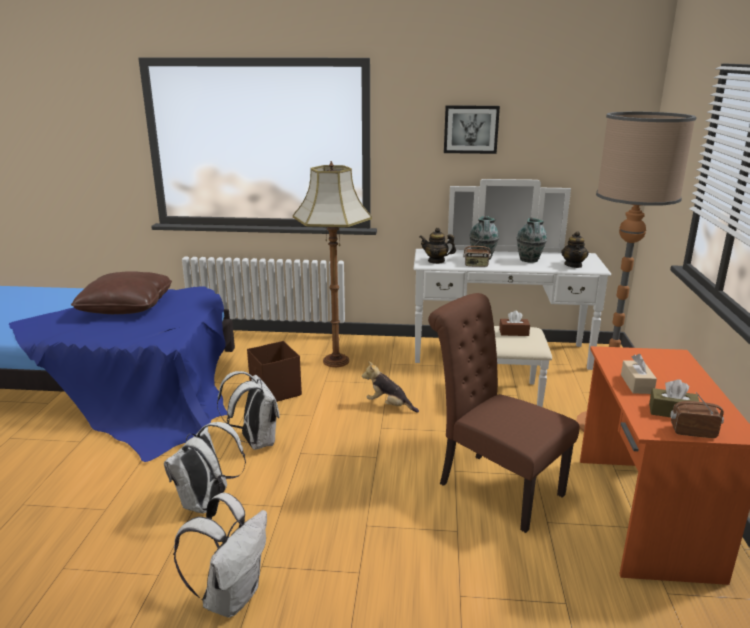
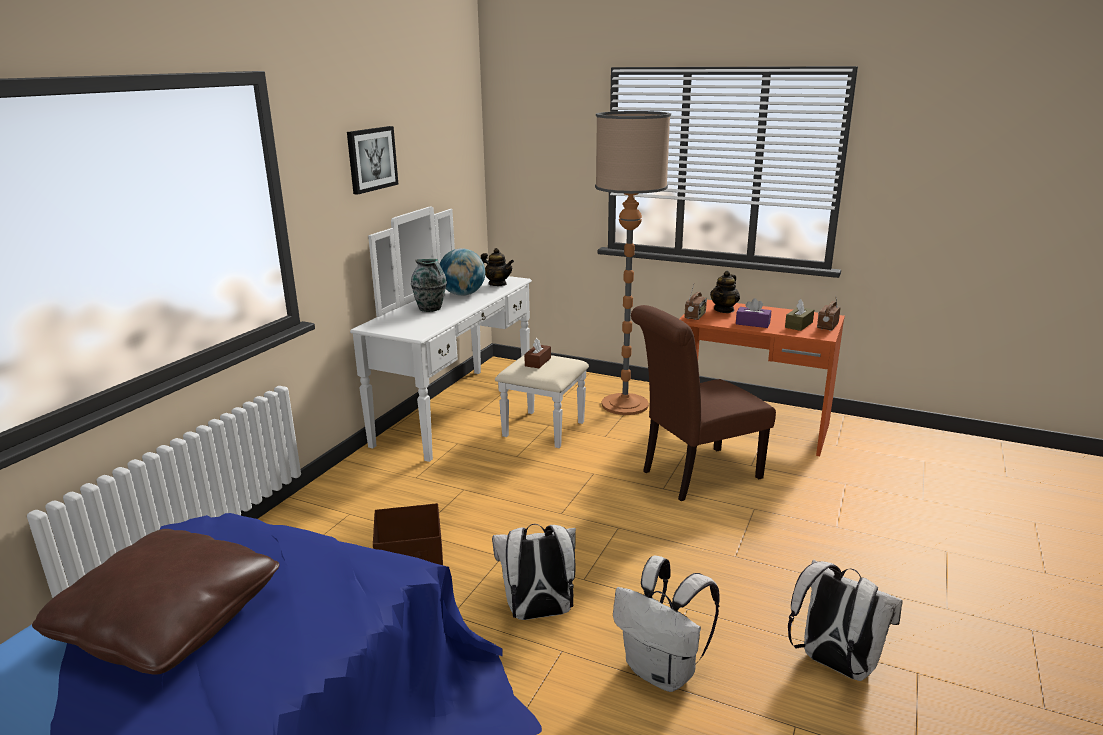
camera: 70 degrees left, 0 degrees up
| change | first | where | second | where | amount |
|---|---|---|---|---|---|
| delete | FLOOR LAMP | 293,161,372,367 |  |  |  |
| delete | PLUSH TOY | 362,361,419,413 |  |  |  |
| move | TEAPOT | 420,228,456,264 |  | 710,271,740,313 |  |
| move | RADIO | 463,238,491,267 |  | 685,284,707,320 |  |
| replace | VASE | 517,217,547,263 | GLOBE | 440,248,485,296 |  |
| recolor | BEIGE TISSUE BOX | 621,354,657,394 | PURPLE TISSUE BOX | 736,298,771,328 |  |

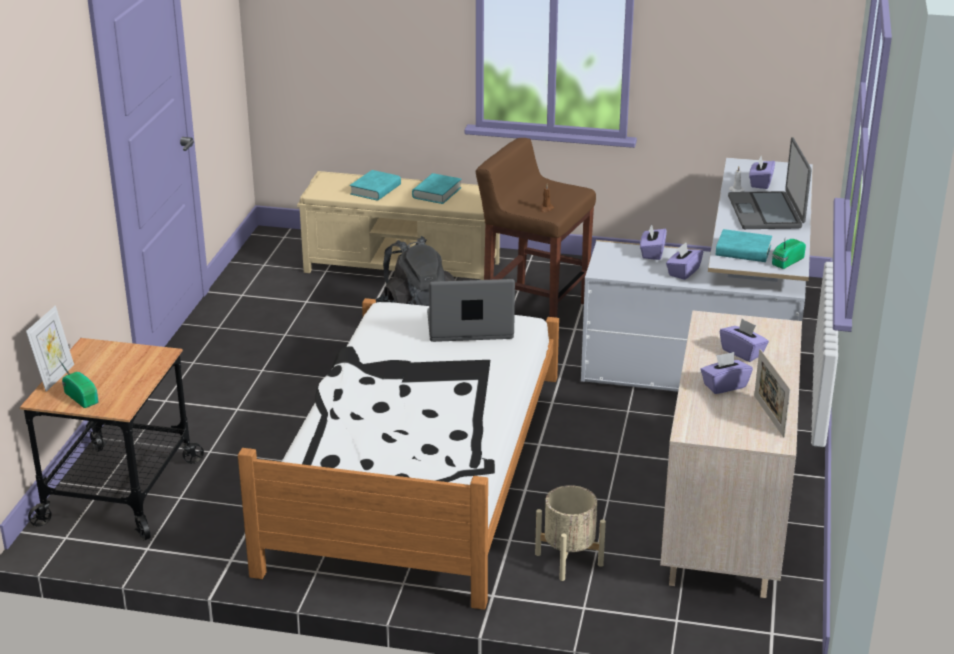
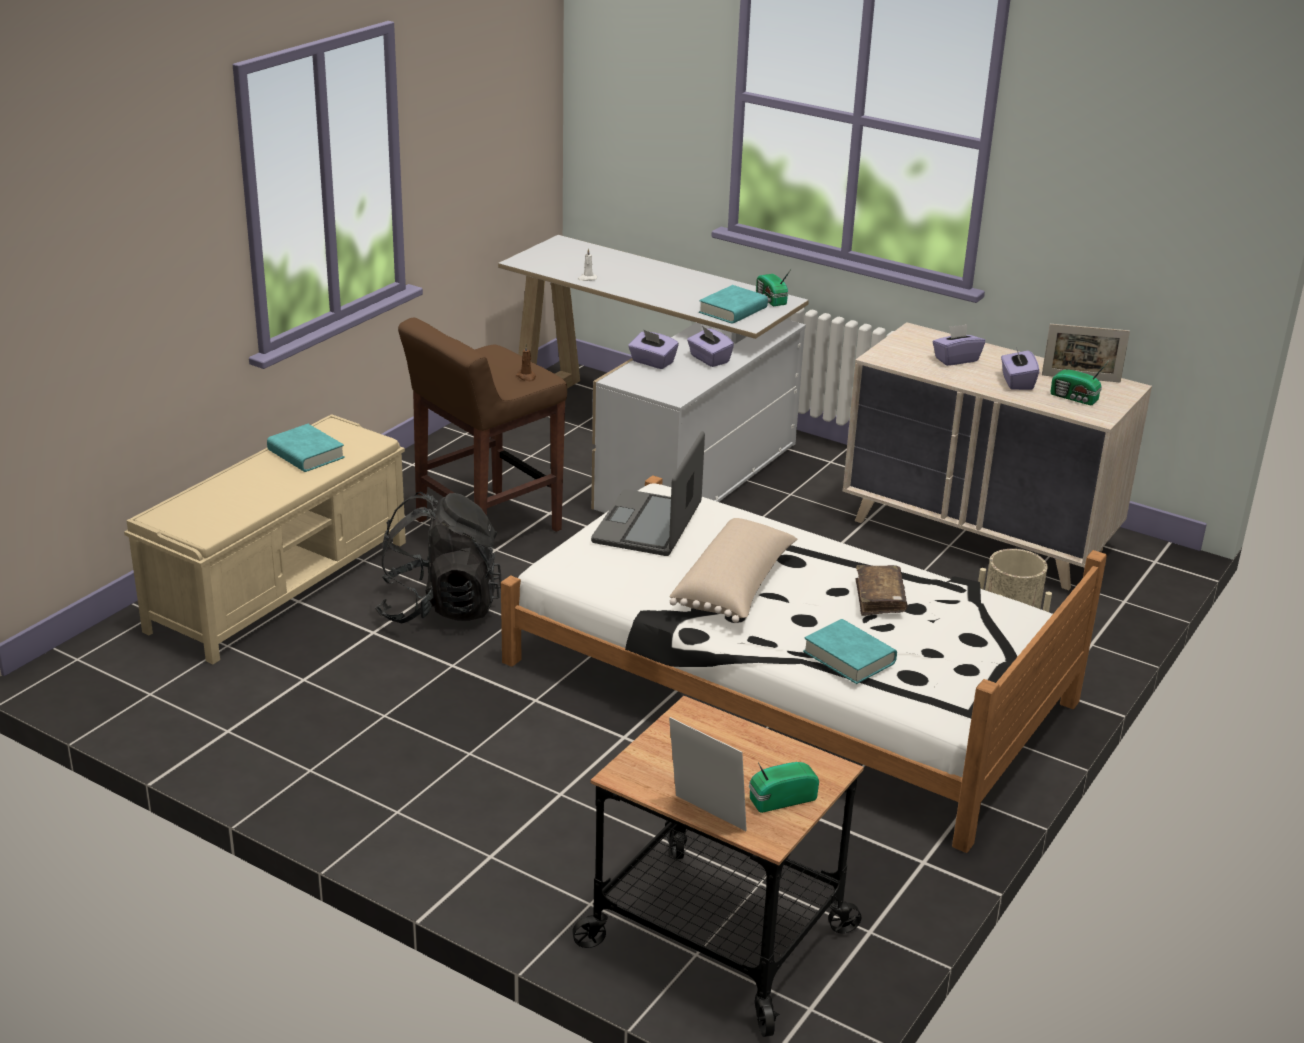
camera: 70 degrees left, 0 degrees up
| change | first | where | second | where | amount |
|---|---|---|---|---|---|
| move | TURQUOISE BOOK | 350,170,401,201 |  | 803,619,897,684 |  |
| delete | LAPTOP | 728,137,812,229 |  |  |  |
| delete | PURPLE TISSUE BOX | 749,156,775,189 |  |  |  |
| insert |  |  | BEIGE PILLOW | 669,518,797,623 |  |
| insert |  |  | BROWN BOOK | 856,565,907,616 |  |
| insert |  |  | RADIO | 1051,361,1109,405 |  |

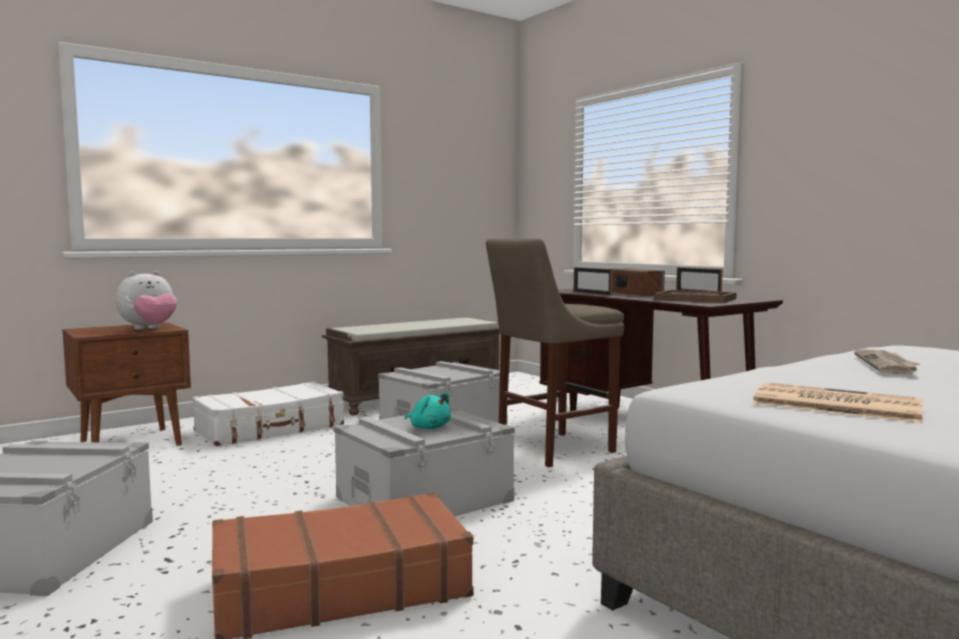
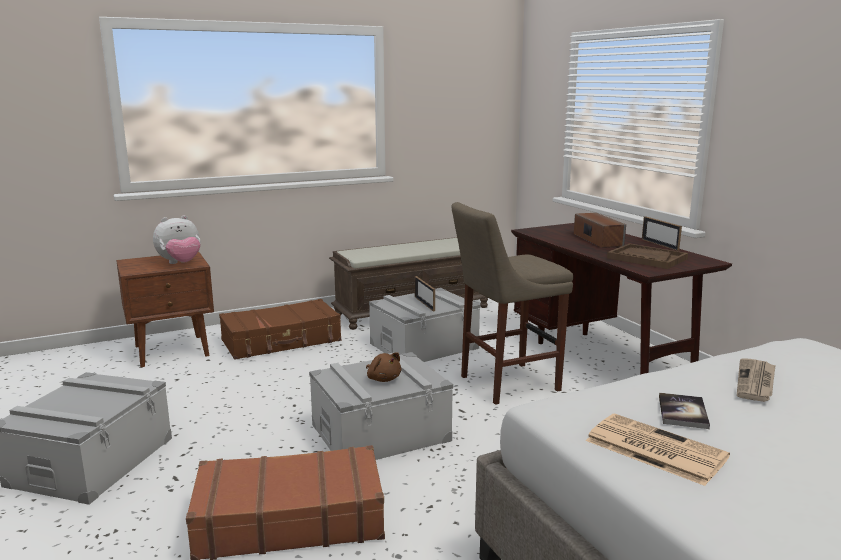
camera: 10 degrees right, 10 degrees up
| change | first | where | second | where | amount |
|---|---|---|---|---|---|
| recolor | WHITE SUITCASE | 192,381,344,446 | BROWN SUITCASE | 219,299,341,360 |  |
| recolor | TURQUOISE PLUSH TOY | 405,392,451,429 | BROWN PLUSH TOY | 366,352,401,382 |  |
| move | PICTURE FRAME | 574,267,613,296 |  | 415,276,435,312 |  |
| insert |  |  | BOOK | 659,393,710,429 |  |

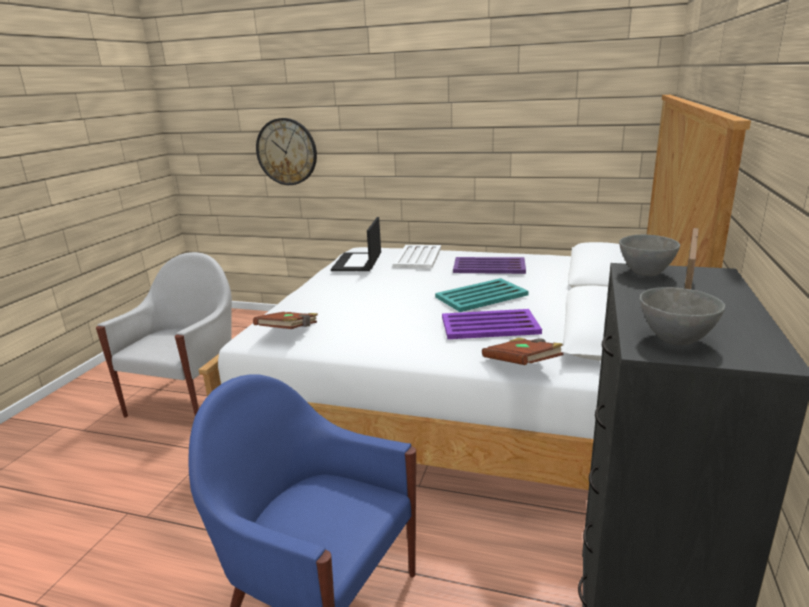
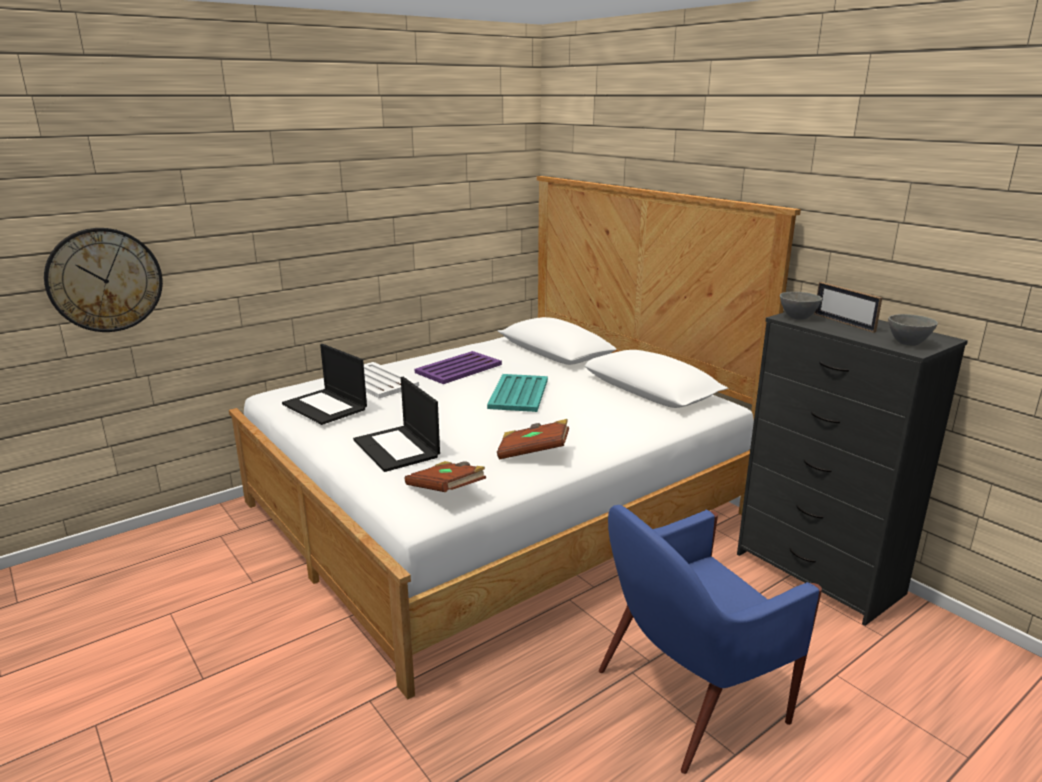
camera: 55 degrees left, 0 degrees up
| change | first | where | second | where | amount |
|---|---|---|---|---|---|
| delete | WHITE ARMCHAIR | 96,252,232,418 |  |  |  |
| delete | PURPLE TRAY | 442,309,542,339 |  |  |  |
| move | BROWN BOOK | 482,338,564,365 |  | 497,419,569,460 |  |
| insert |  |  | LAPTOP | 353,377,440,472 |  |

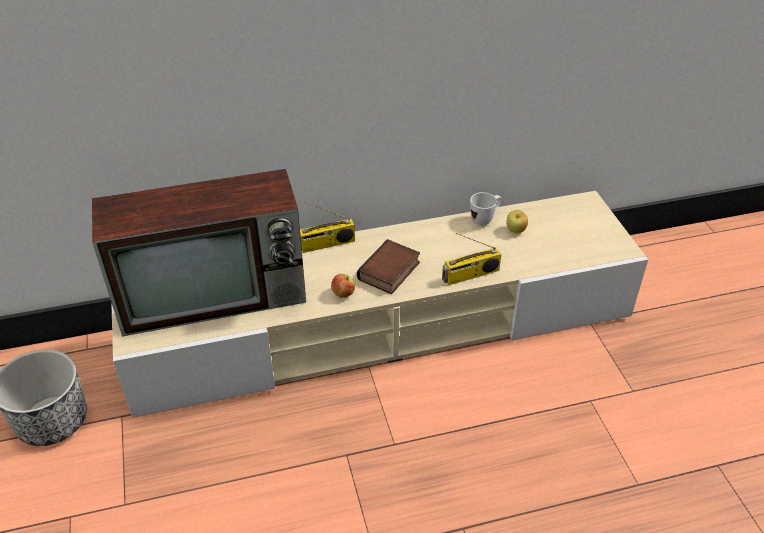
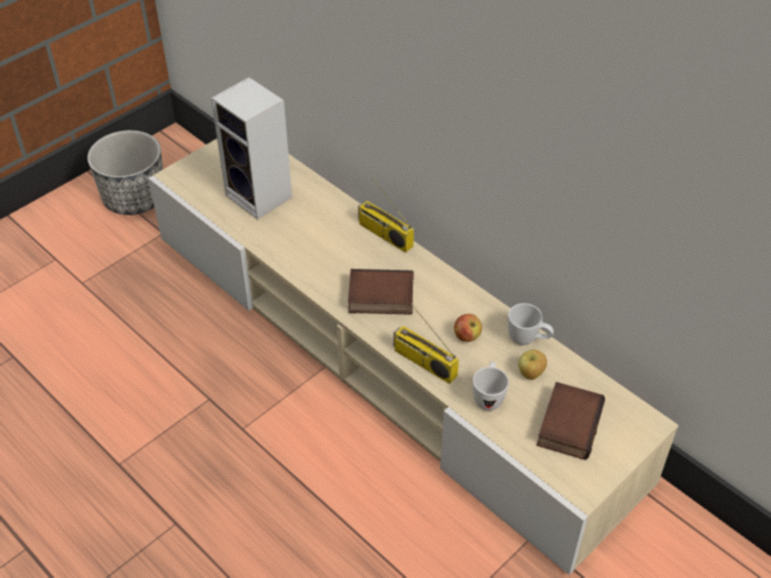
camera: 60 degrees right, 5 degrees up
| change | first | where | second | where | amount |
|---|---|---|---|---|---|
| replace | TELEVISION | 92,169,306,336 | SPEAKER | 211,77,292,220 |  |
| move | APPLE | 331,274,355,298 |  | 454,314,482,342 |  |
| insert |  |  | WHITE MUG | 473,362,509,411 |  |
| insert |  |  | BOOK | 537,382,605,460 |  |

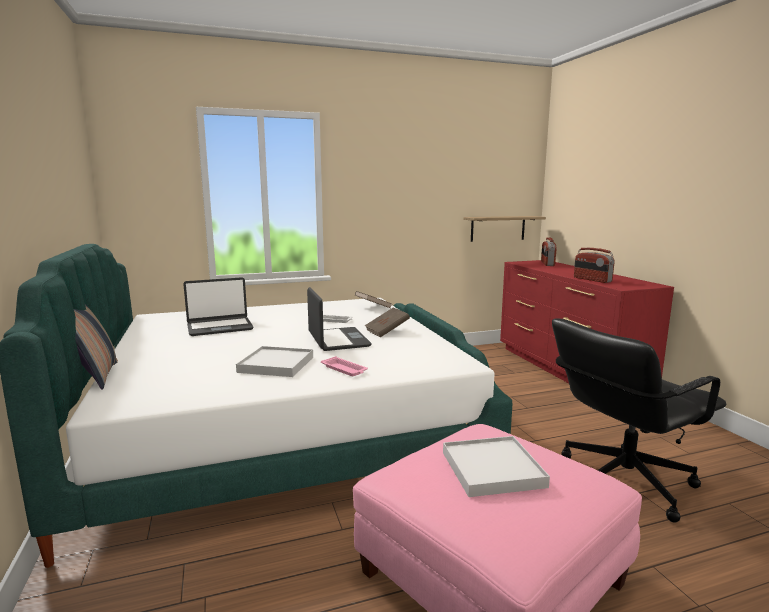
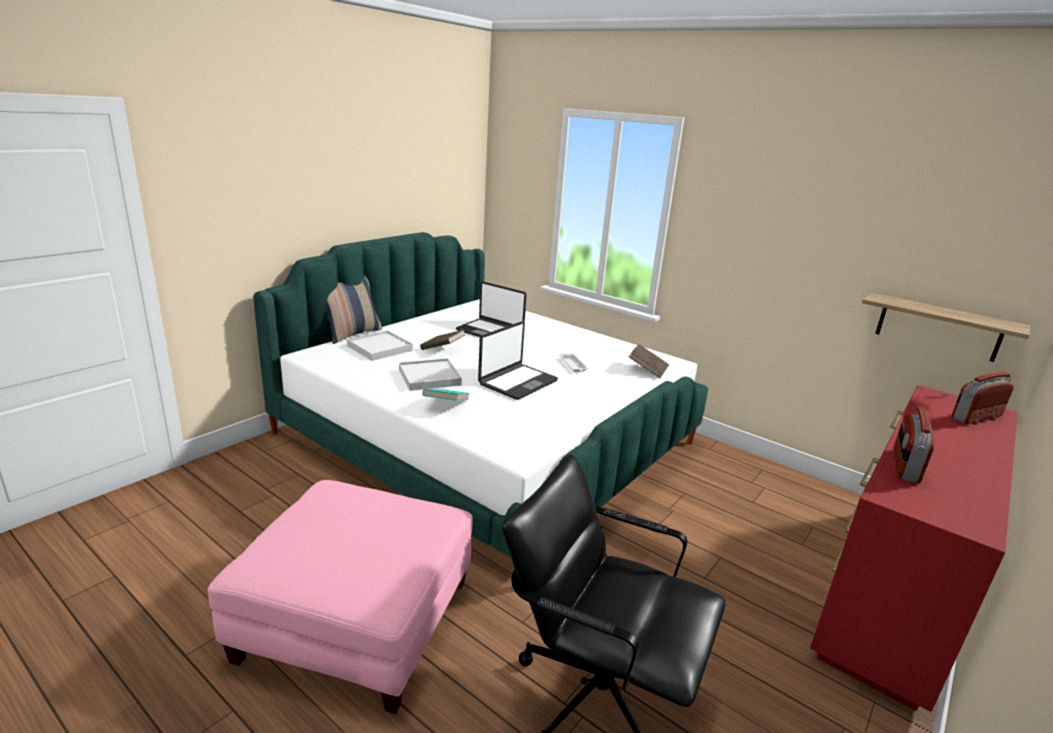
camera: 55 degrees right, 10 degrees up
| change | first | where | second | where | amount |
|---|---|---|---|---|---|
| replace | PINK TRAY | 321,356,368,376 | TURQUOISE BOOK | 422,389,470,401 |  |
| move | BROWN BOOK | 365,308,410,338 |  | 420,330,465,350 |  |
| move | WHITE TRAY | 443,436,550,497 |  | 347,330,413,361 |  |

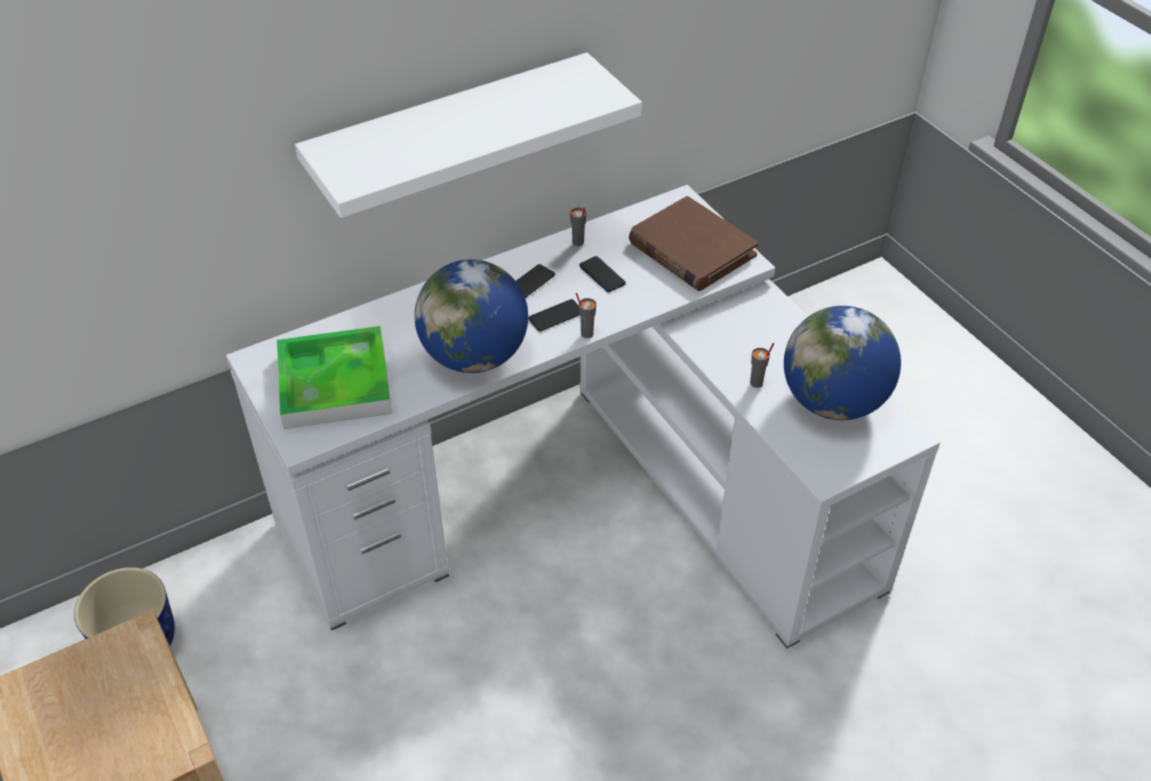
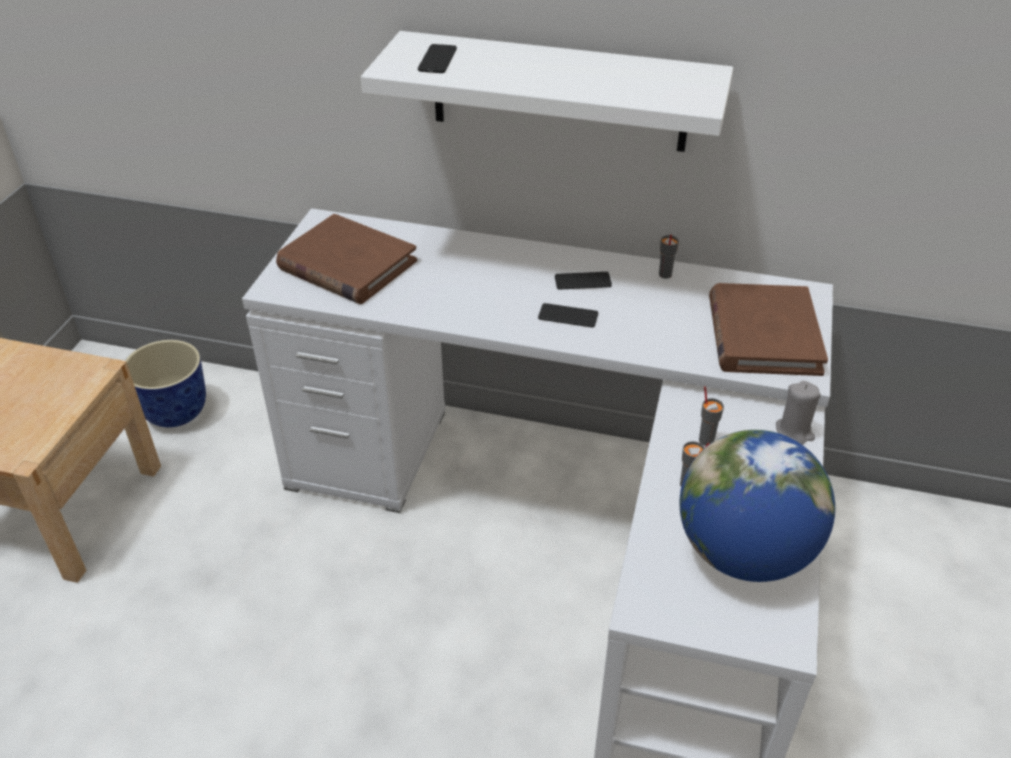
camera: 45 degrees right, 5 degrees down
| change | first | where | second | where | amount |
|---|---|---|---|---|---|
| replace | TRAY | 277,326,392,429 | BROWN BOOK | 276,214,417,304 |  |
| delete | GLOBE | 414,259,528,373 |  |  |  |
| move | GREY CUP | 576,293,596,338 |  | 699,386,724,446 |  |
| move | PHONE | 579,256,626,292 |  | 418,44,457,73 |  |
| insert |  |  | GREY CANDLE | 776,381,821,445 |  |

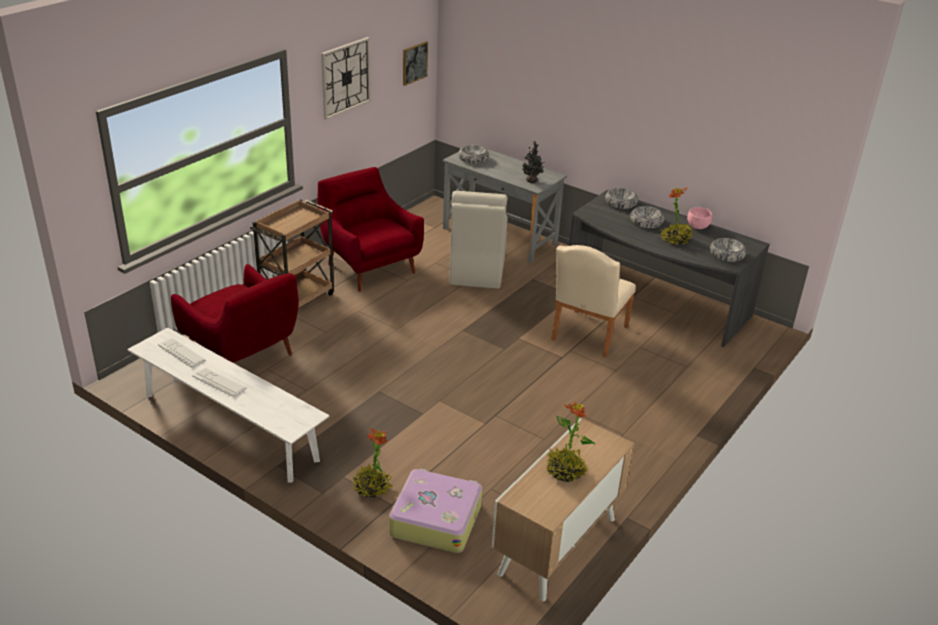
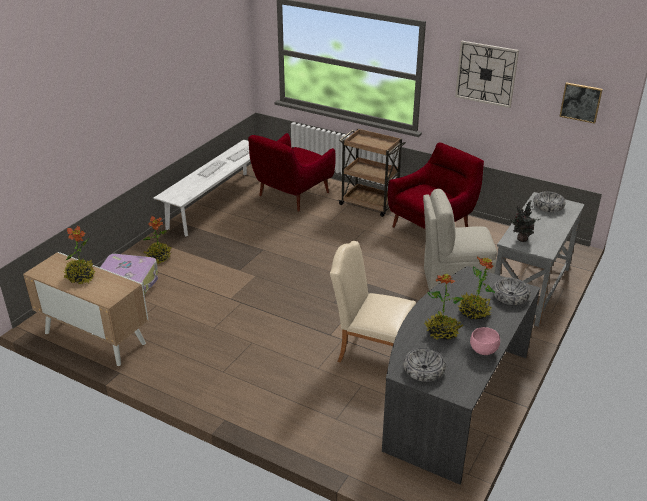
camera: 85 degrees right, 0 degrees up
| change | first | where | second | where | amount |
|---|---|---|---|---|---|
| replace | BOWL | 630,206,664,228 | POTTED PLANT | 458,257,495,319 |  |

